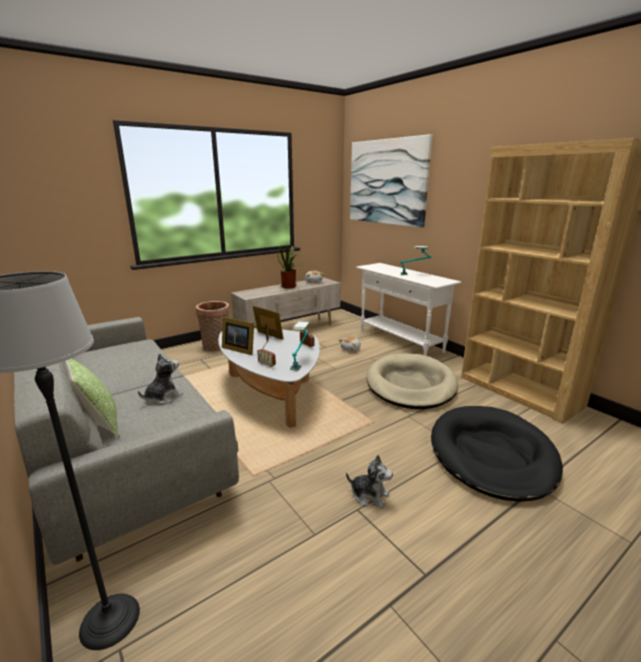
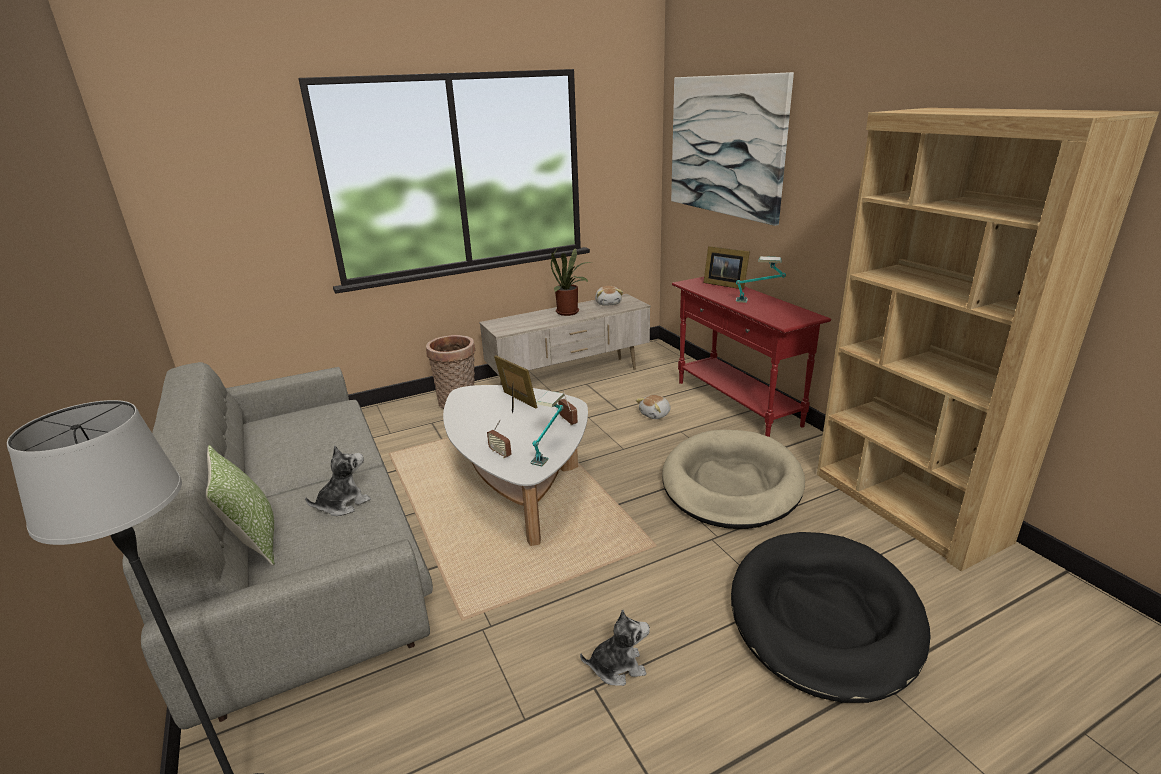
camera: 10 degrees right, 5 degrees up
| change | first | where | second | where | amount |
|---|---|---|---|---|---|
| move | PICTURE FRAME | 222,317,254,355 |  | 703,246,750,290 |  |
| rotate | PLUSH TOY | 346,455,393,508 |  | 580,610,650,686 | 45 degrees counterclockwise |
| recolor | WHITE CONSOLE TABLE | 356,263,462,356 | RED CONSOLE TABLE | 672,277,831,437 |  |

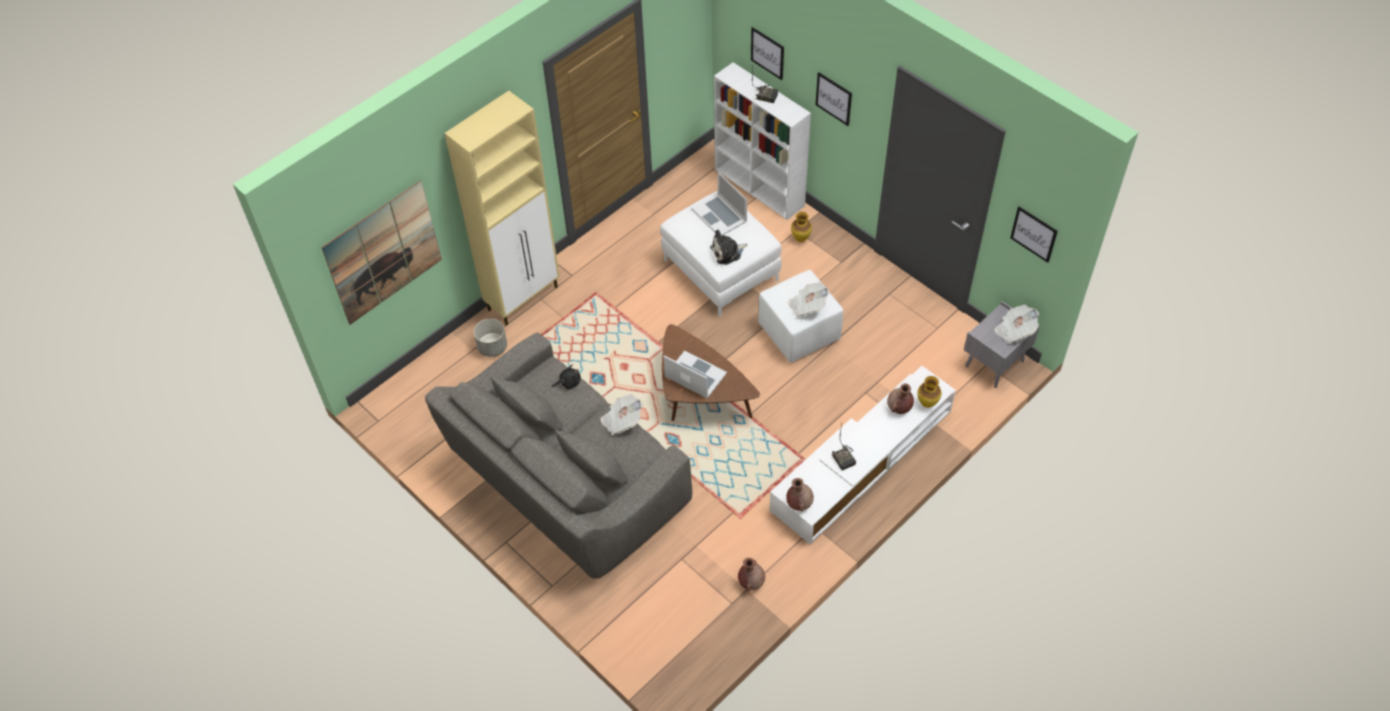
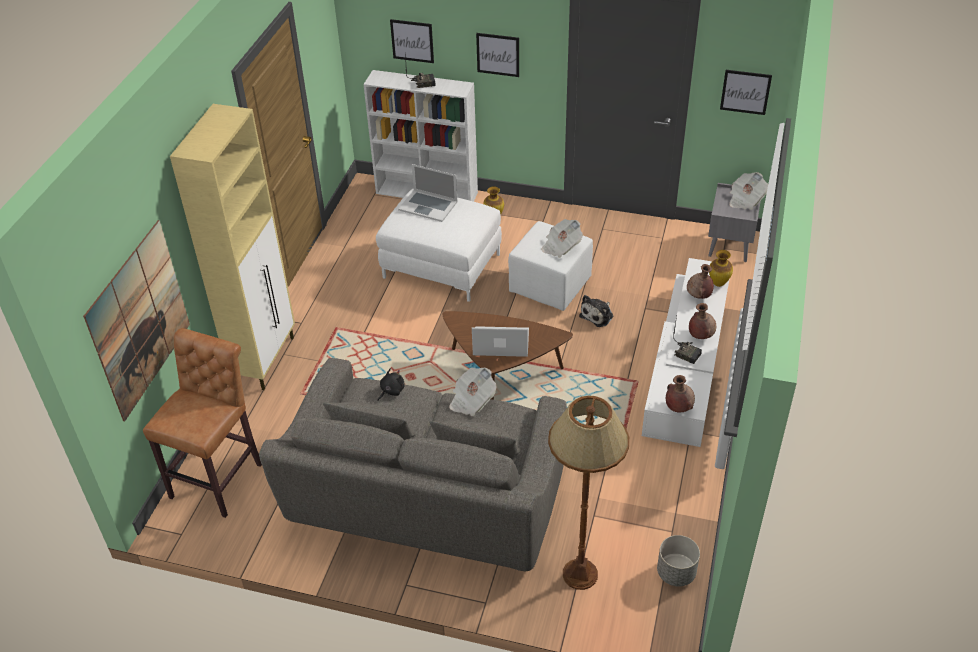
camera: 30 degrees left, 10 degrees down
| change | first | where | second | where | amount |
|---|---|---|---|---|---|
| move | GREY PLANTER | 474,319,507,357 |  | 657,535,700,586 |  |
| move | PLUSH TOY | 710,230,747,265 |  | 579,295,613,327 |  |
| move | BROWN VASE | 738,558,765,591 |  | 689,303,716,339 |  |
| insert |  |  | BROWN STOOL | 143,328,262,518 |  |
| insert |  |  | BROWN FLOOR LAMP | 548,396,629,590 |  |

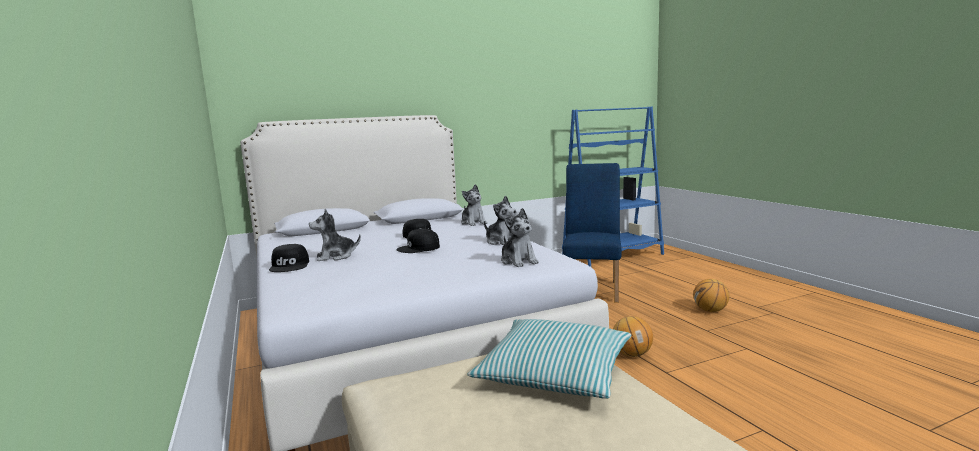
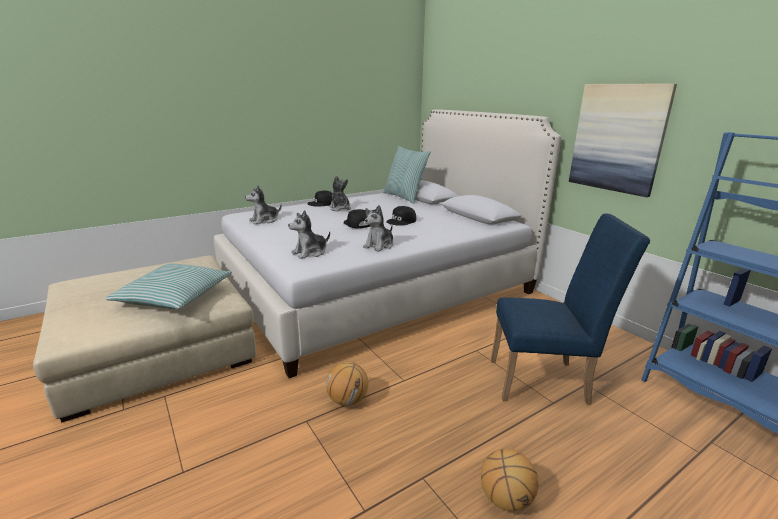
camera: 80 degrees right, 10 degrees up
| change | first | where | second | where | amount |
|---|---|---|---|---|---|
| move | PLUSH TOY | 461,184,487,226 |  | 245,185,282,224 |  |
| insert |  |  | PILLOW | 383,146,431,204 |  |
| insert |  |  | PICTURE | 569,83,677,197 |  |

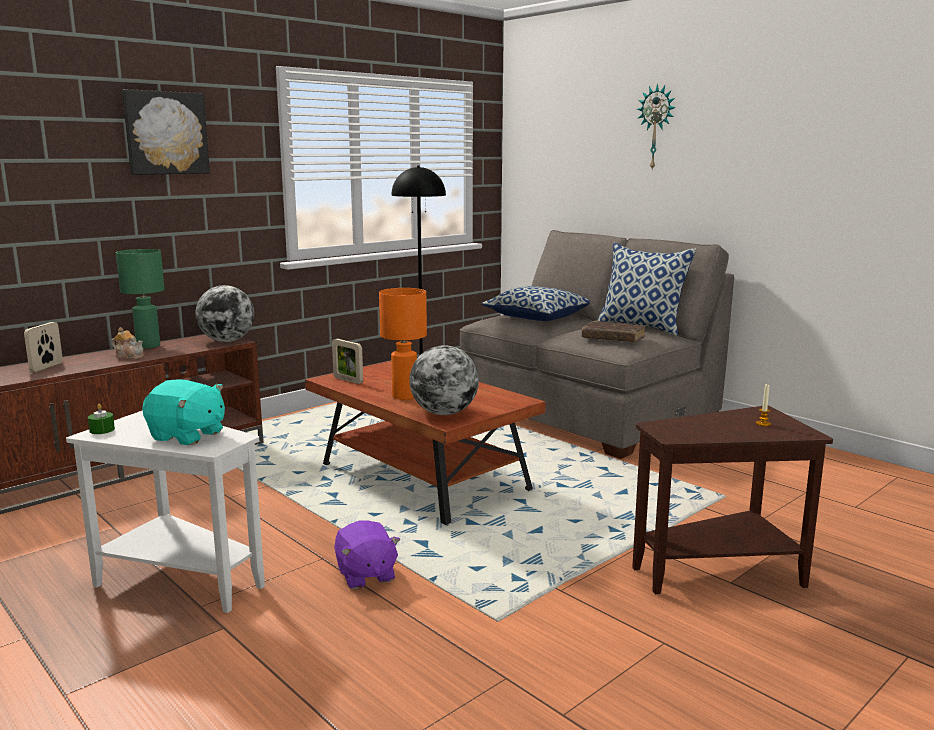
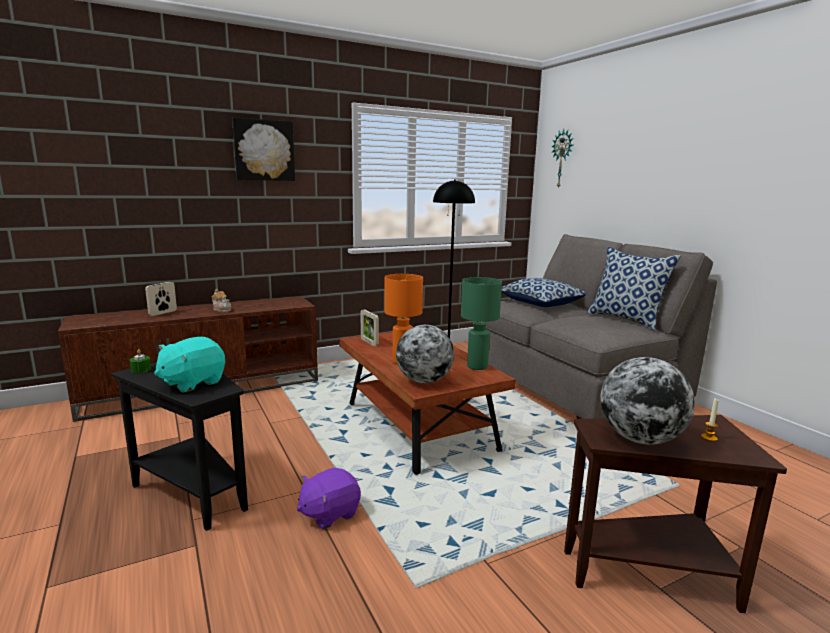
camera: 15 degrees right, 0 degrees up
| change | first | where | second | where | amount |
|---|---|---|---|---|---|
| recolor | WHITE SIDE TABLE | 66,410,265,613 | BLACK SIDE TABLE | 112,362,248,531 |  |
| move | GREEN TABLE LAMP | 116,249,165,349 |  | 461,277,502,370 |  |
| rotate | TURQUOISE PLUSH TOY | 142,379,225,445 |  | 154,337,225,393 | 90 degrees clockwise |
| move | GLOBE | 196,285,254,342 |  | 600,357,695,445 |  |
| rotate | PURPLE PLUSH TOY | 334,520,400,589 |  | 297,468,361,530 | 60 degrees clockwise |
| delete | BROWN BOOK | 582,321,646,342 |  |  |  |
| move | WALL CLOCK | 637,84,676,171 |  | 551,129,574,189 |  |

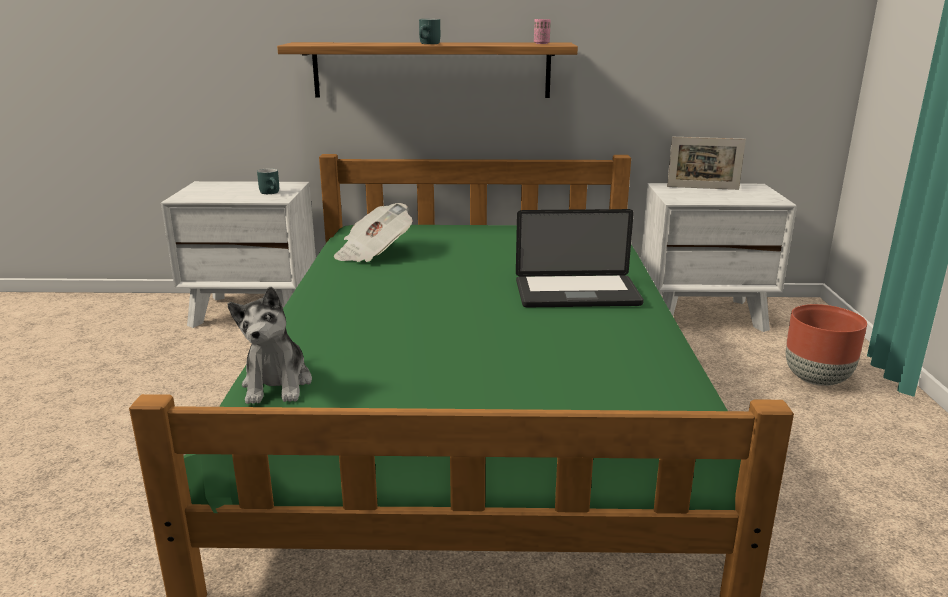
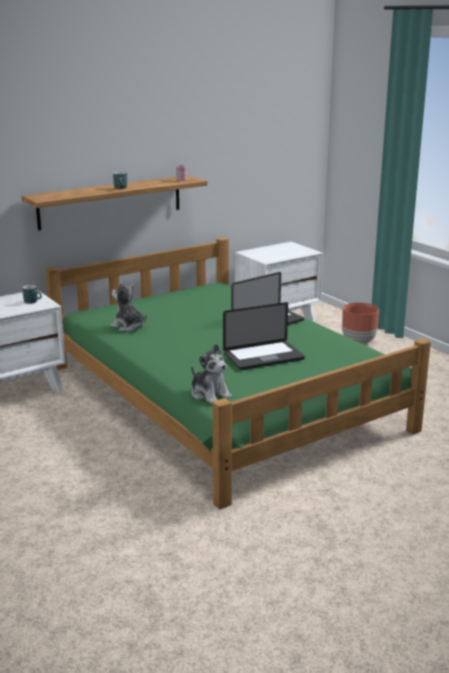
camera: 35 degrees left, 0 degrees up
| change | first | where | second | where | amount |
|---|---|---|---|---|---|
| replace | NEWSPAPER | 334,203,412,262 | PLUSH TOY | 110,282,147,332 |  |
| delete | PICTURE FRAME | 667,137,746,190 |  |  |  |
| insert |  |  | LAPTOP | 223,302,305,370 |  |

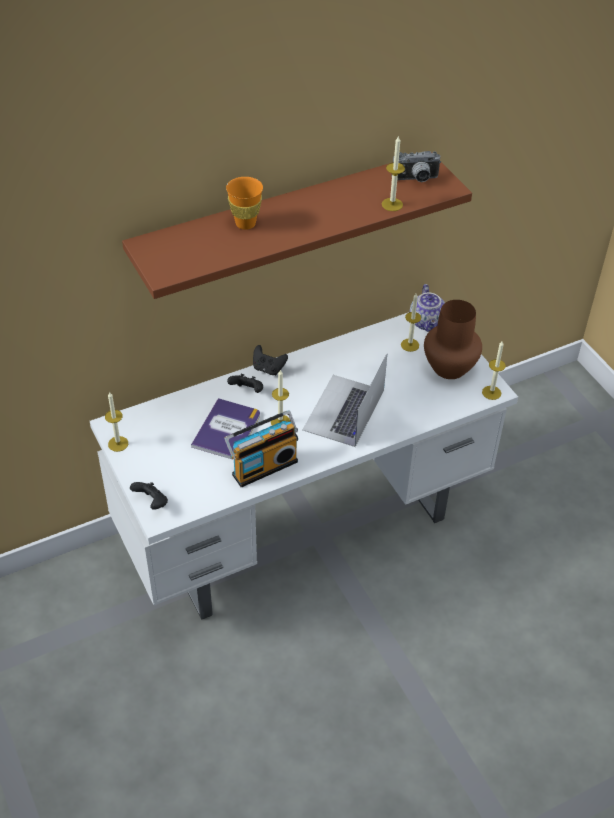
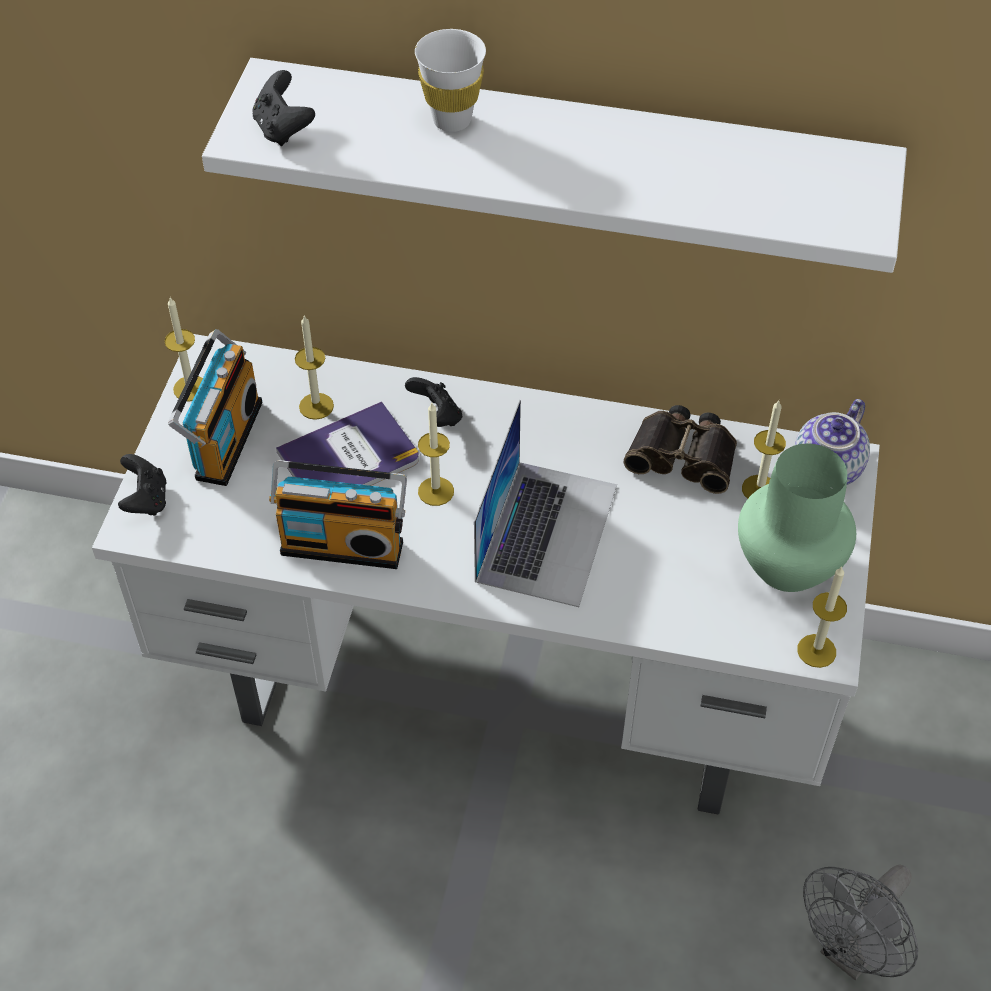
camera: 40 degrees right, 5 degrees up
| change | first | where | second | where | amount |
|---|---|---|---|---|---|
| recolor | BROWN SHELF | 122,152,472,299 | WHITE SHELF | 202,58,907,273 |  |
| recolor | ORANGE CUP | 226,177,263,230 | WHITE CUP | 415,29,486,132 |  |
| move | BLACK GAME CONTROLLER | 253,345,288,375 |  | 252,70,315,146 |  |
| rotate | LAPTOP | 302,354,387,447 |  | 474,400,617,607 | 135 degrees clockwise |
| move | CANDLE | 382,135,405,211 |  | 295,315,334,420 |  |
| delete | PHOTO CAMERA | 391,151,441,182 |  |  |  |
| recolor | BROWN VASE | 424,300,482,379 | GREEN VASE | 738,443,856,592 |  |
| insert |  |  | RADIO | 168,329,263,486 |  |
| insert |  |  | BINOCULARS | 623,405,737,494 |  |
| insert |  |  | GREY FAN | 803,864,918,980 |  |

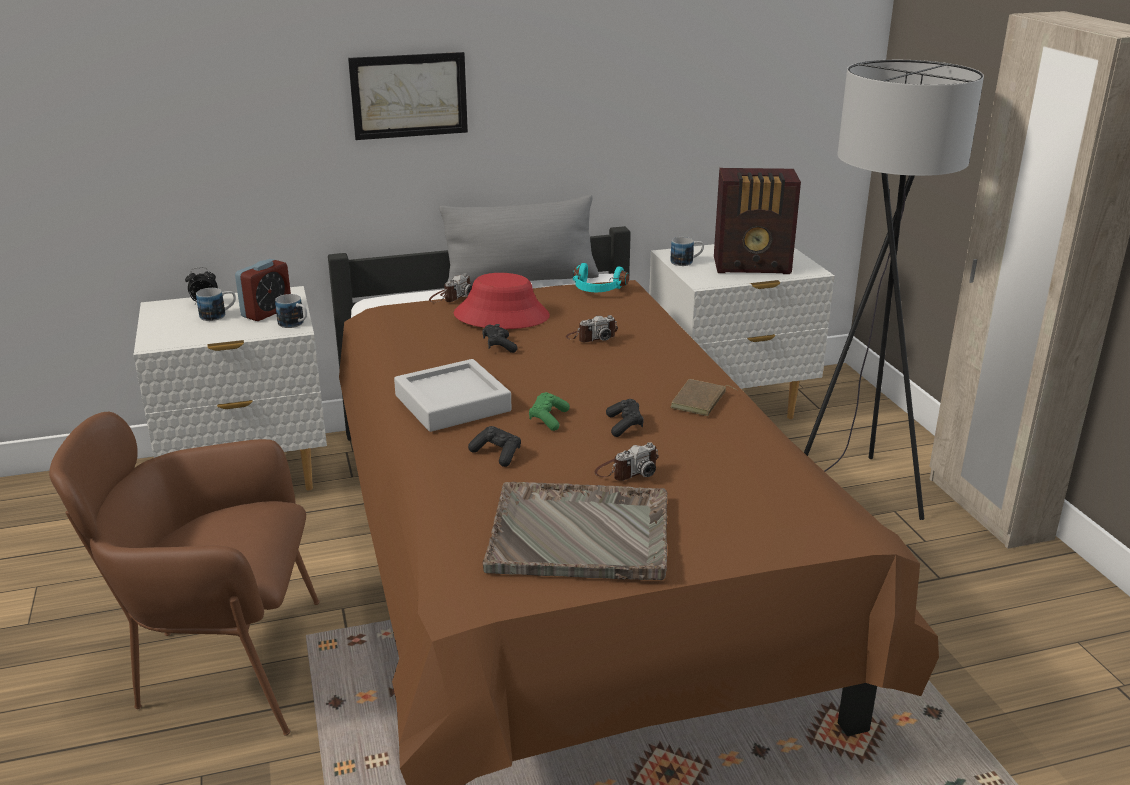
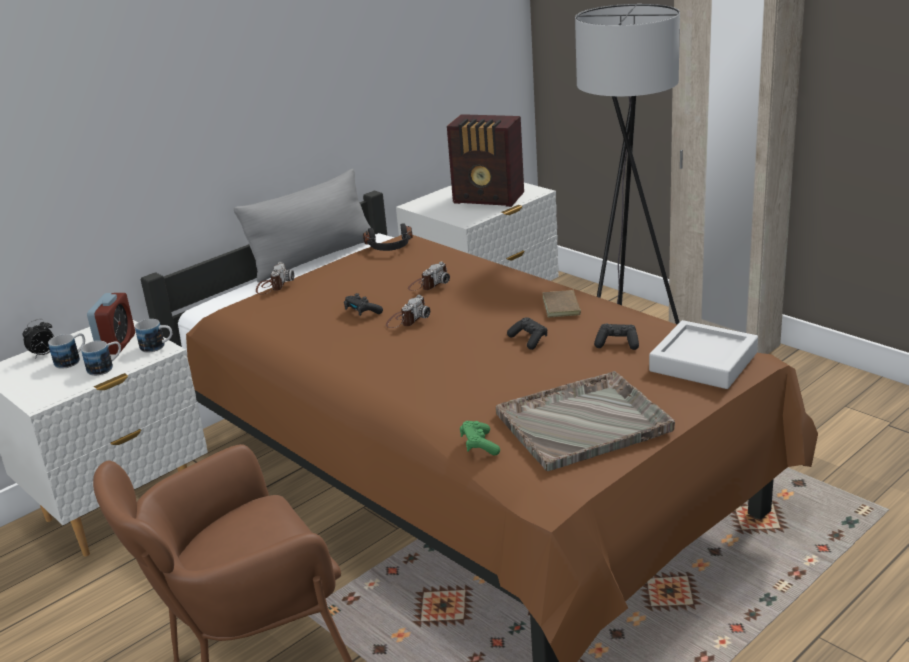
camera: 25 degrees left, 0 degrees up
| change | first | where | second | where | amount |
|---|---|---|---|---|---|
| delete | PICTURE | 348,52,468,140 |  |  |  |
| move | GREY TRAY | 394,359,512,432 |  | 649,320,758,389 |  |
| delete | RED HAT | 454,273,550,329 |  |  |  |
| move | BLACK GAME CONTROLLER | 468,426,521,467 |  | 594,324,639,350 |  |
| move | GREEN GAME CONTROLLER | 529,392,570,431 |  | 460,421,500,456 |  |
| recolor | TURQUOISE HEADPHONES | 573,263,629,292 | BLACK HEADPHONES | 363,223,413,251 |  |
| move | PHOTO CAMERA | 594,442,659,481 |  | 386,295,430,328 |  |
| move | MUG | 670,237,704,266 |  | 81,341,121,376 |  |
| rotate | RADIO | 714,168,801,274 |  | 447,114,524,207 | 45 degrees clockwise |

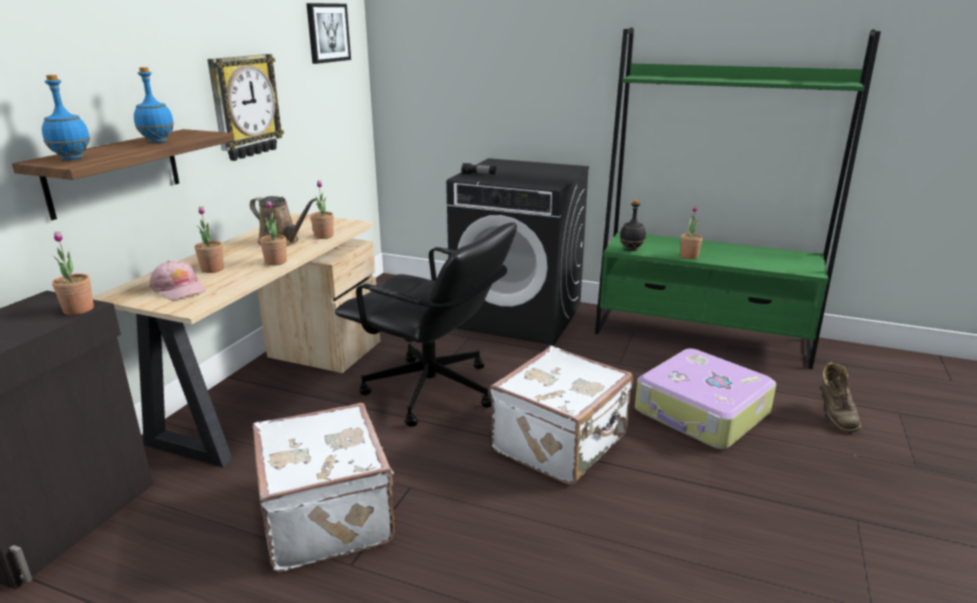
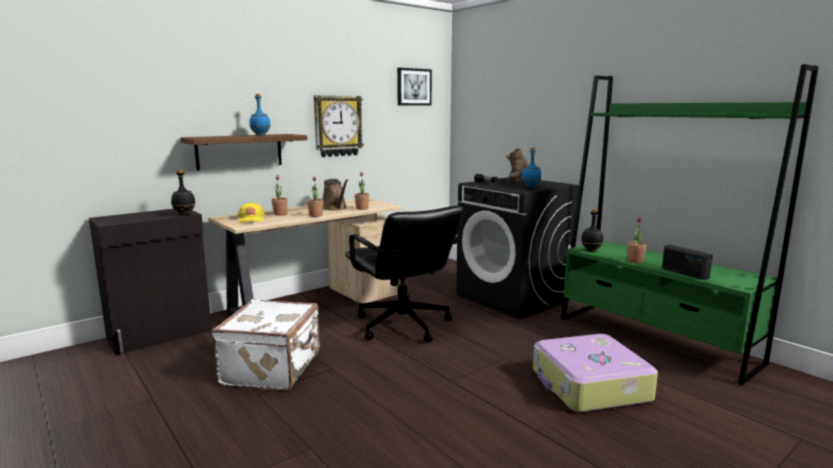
camera: 30 degrees right, 10 degrees down
| change | first | where | second | where | amount |
|---|---|---|---|---|---|
| move | BLUE BOTTLE | 42,75,90,160 |  | 522,148,542,188 |  |
| replace | POTTED PLANT | 52,232,94,315 | BLACK BOTTLE | 171,170,196,215 |  |
| recolor | PINK CAP | 150,261,206,300 | YELLOW CAP | 237,202,265,223 |  |
| delete | WHITE SUITCASE | 490,346,633,485 |  |  |  |
| move | BROWN BOOT | 821,362,862,433 |  | 506,148,528,183 |  |
| insert |  |  | RADIO | 662,245,713,280 |  |

